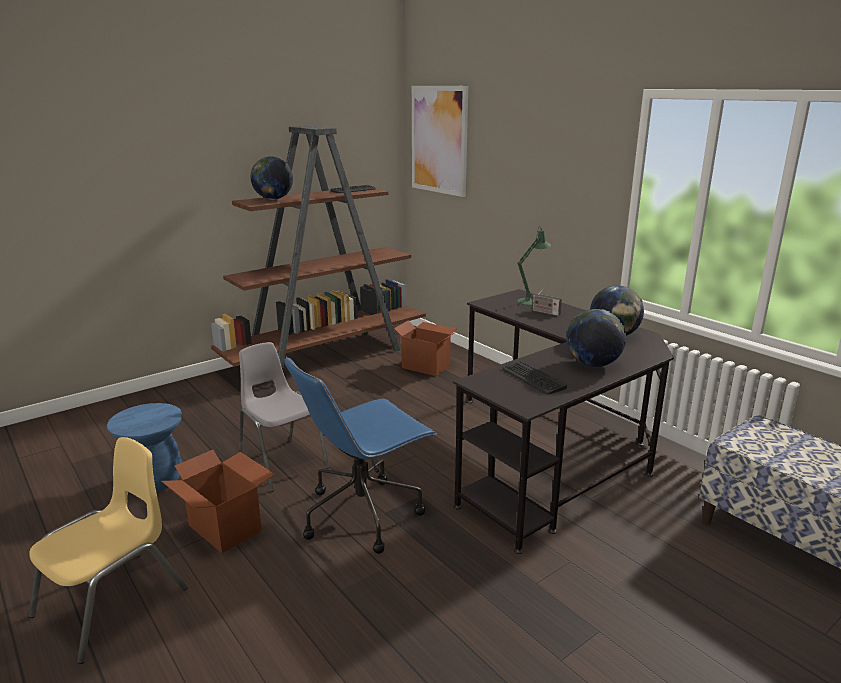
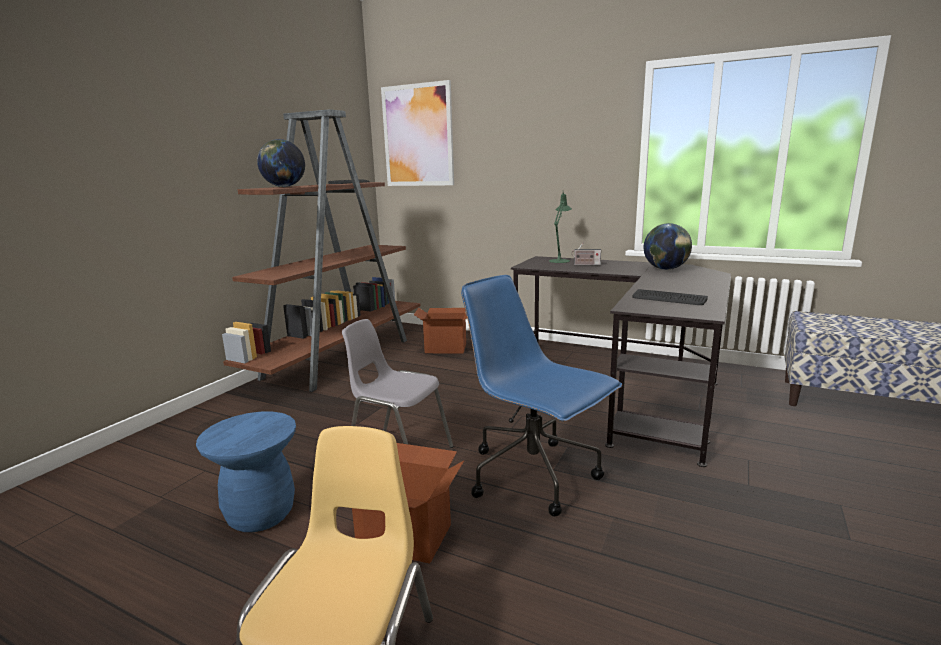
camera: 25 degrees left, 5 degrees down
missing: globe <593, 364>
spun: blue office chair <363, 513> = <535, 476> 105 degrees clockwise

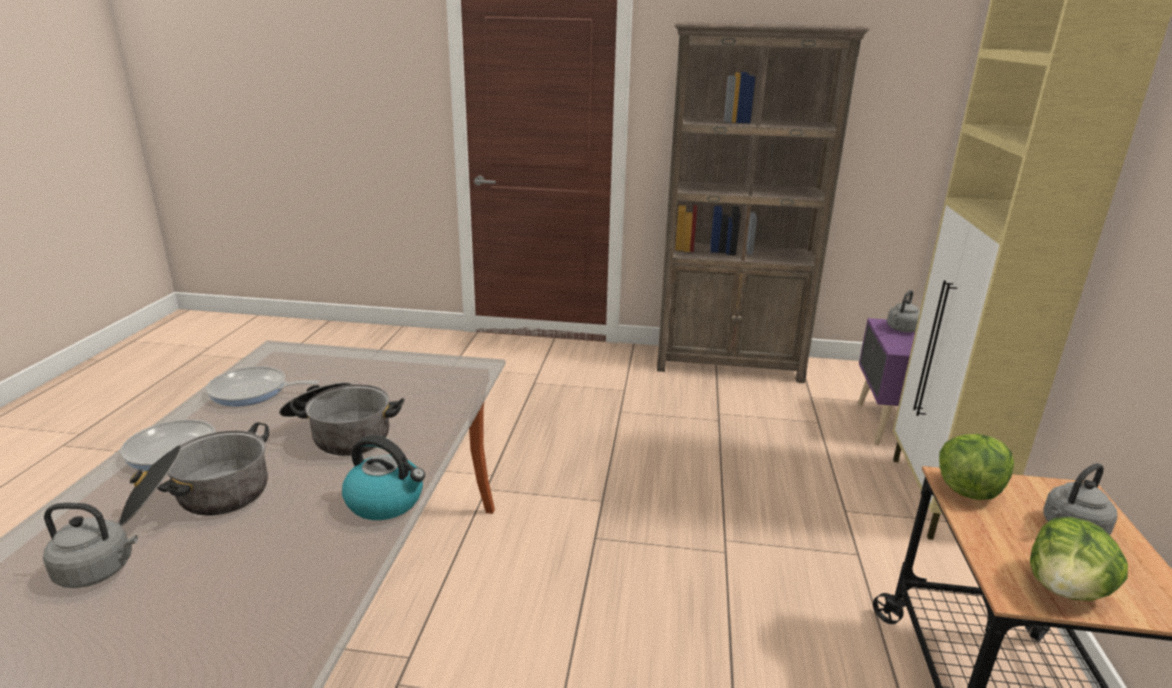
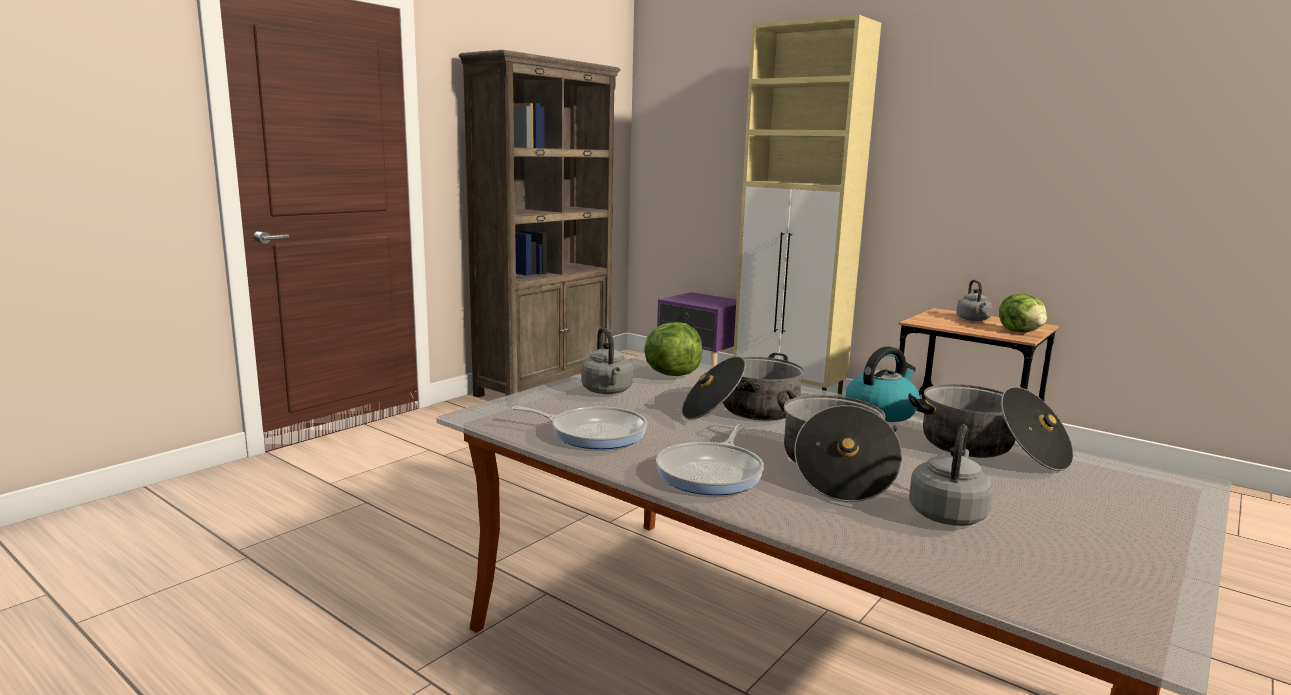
camera: 60 degrees left, 10 degrees down
appeared: cooking pot <989, 449>
relocated: grey kettle <901, 329> to <607, 391>; lettuce <968, 489> to <671, 374>
spun: frying pan <252, 391> = <593, 433> 105 degrees counterclockwise

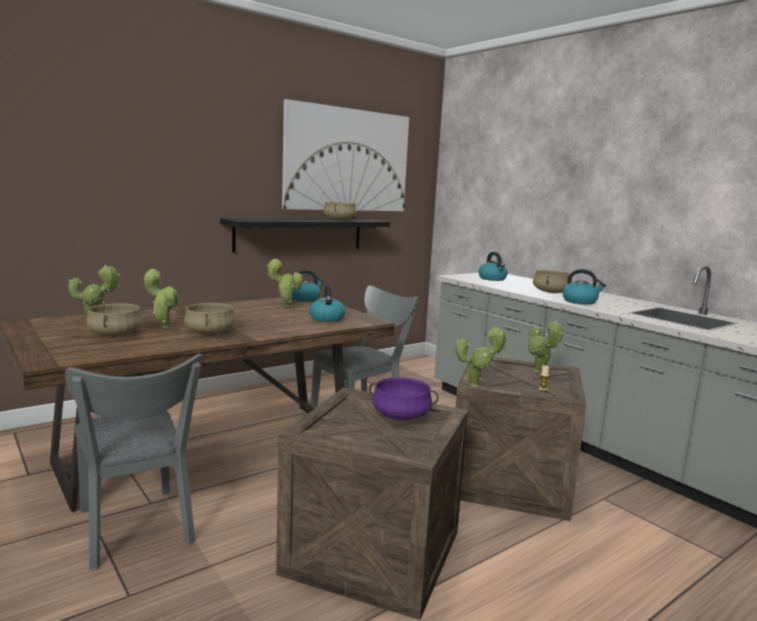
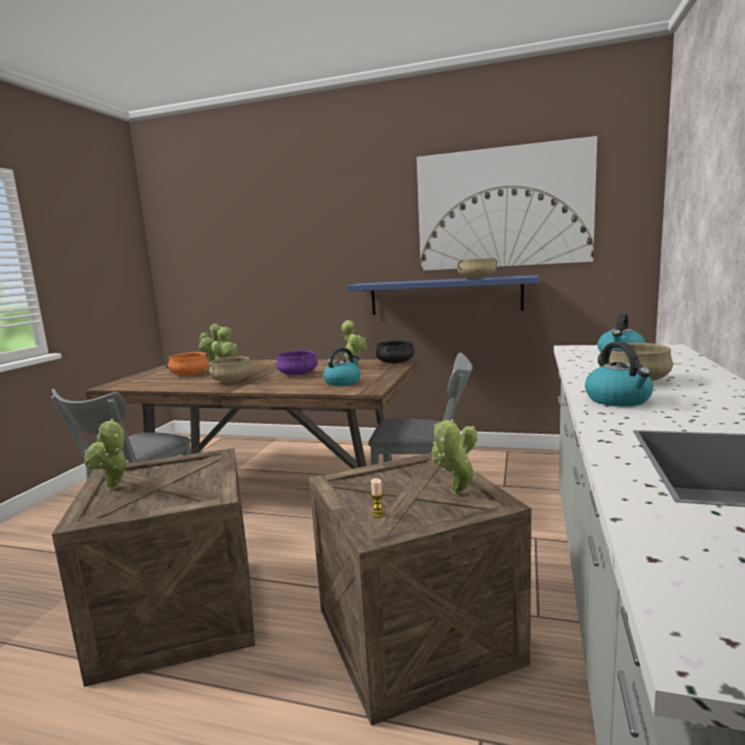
camera: 55 degrees right, 0 degrees up
relocated: potted plant <477, 385> to <114, 488>; purple cooking pot <401, 415> to <298, 374>
exchanged: kettle <305, 299> to black cooking pot <395, 362>
colour: beige cooking pot <115, 334> to orange cooking pot <189, 374>; black shelf <300, 234> to blue shelf <444, 296>

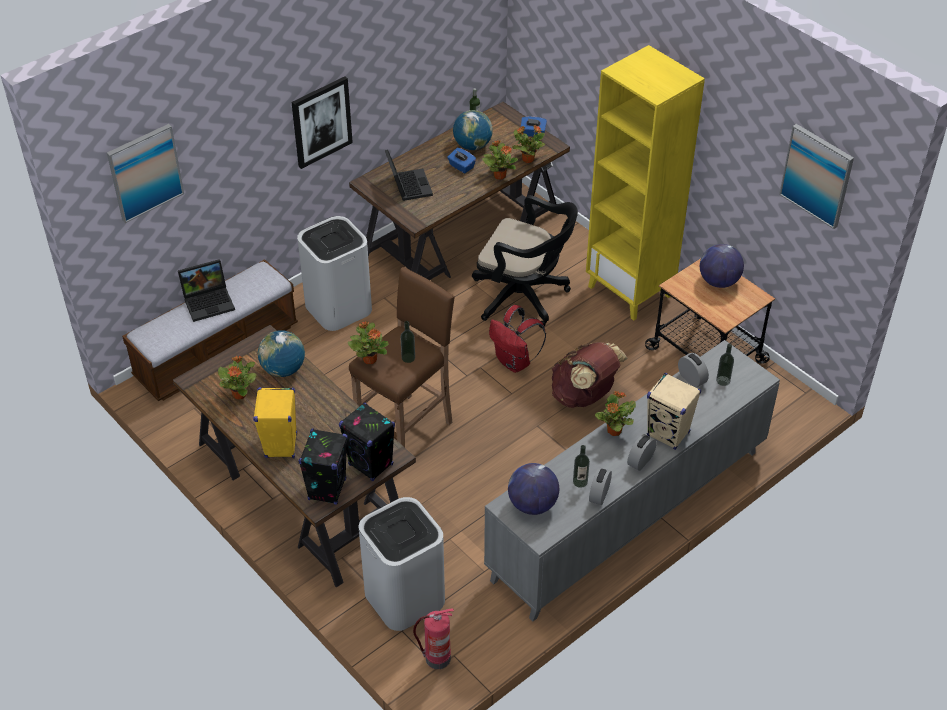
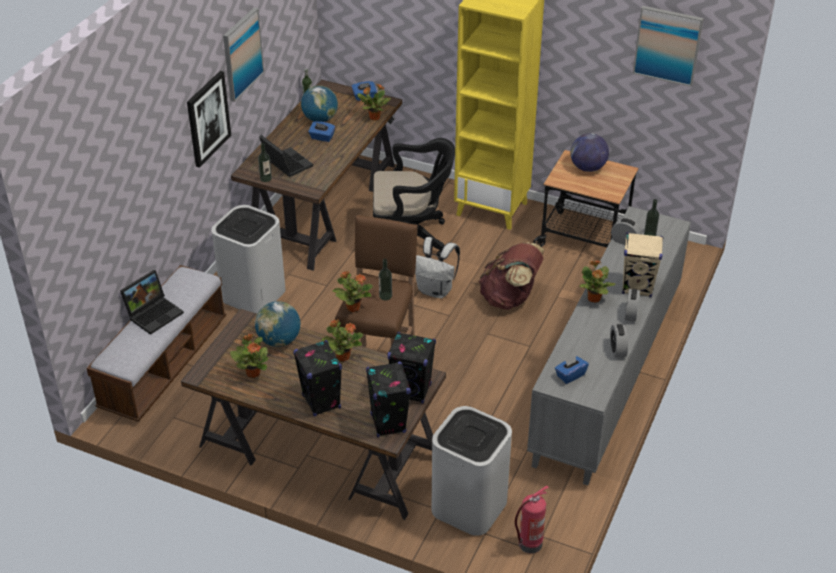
camera: 25 degrees left, 5 degrees down
relocated: picture <145, 172> to <242, 54>; bottle <580, 482> to <266, 178>; potted plant <499, 175> to <342, 356>
exchanged: globe <532, 504> to blue tissue box <570, 375>
colour: yellow speaker <281, 446> to black speaker <321, 402>; red backpack <515, 362> to white backpack <436, 290>

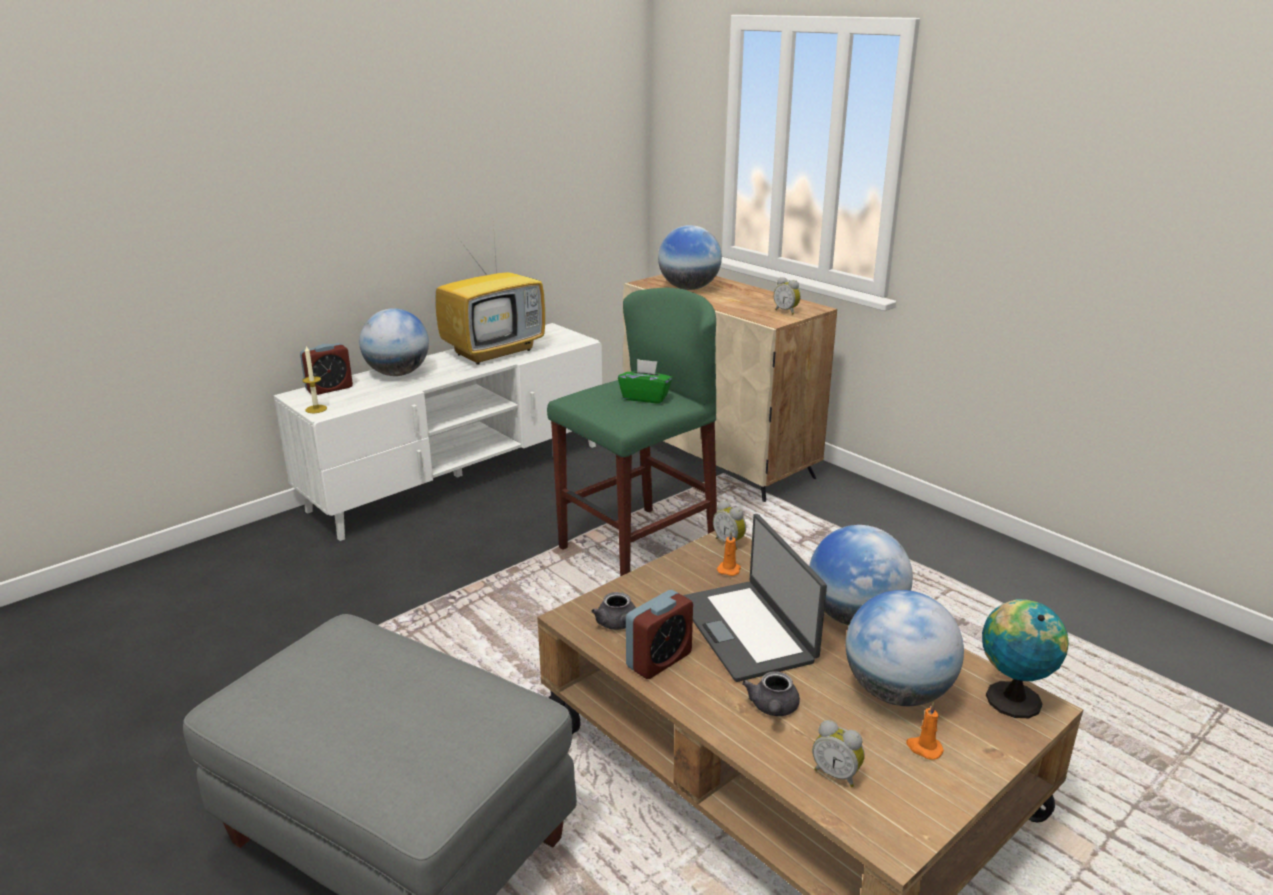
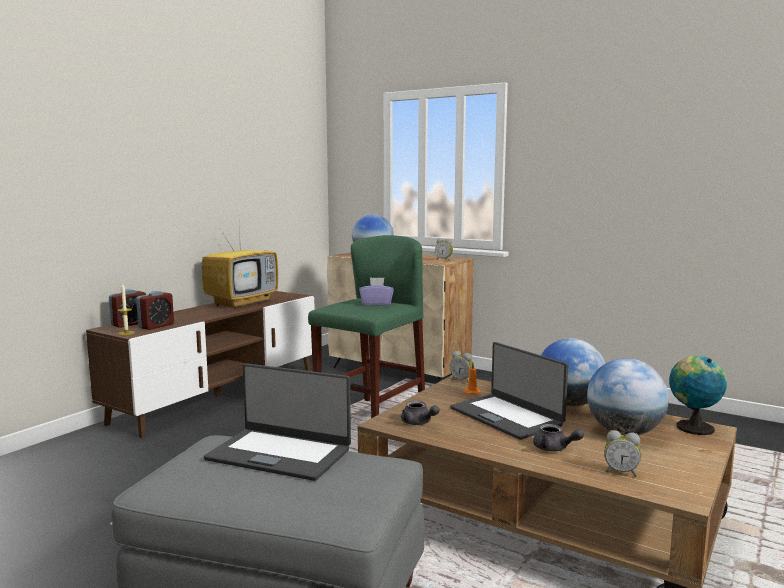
camera: 15 degrees left, 15 degrees down
missing: globe <397, 374>; orange candle <923, 748>
appeared: laptop <280, 453>
relocated: alarm clock <659, 660> to <156, 326>
colour: white tv stand <459, 476> to brown tv stand <219, 396>; green tissue box <645, 397> to purple tissue box <376, 304>
spun: grey teapot <773, 709> = <554, 449> 45 degrees counterclockwise

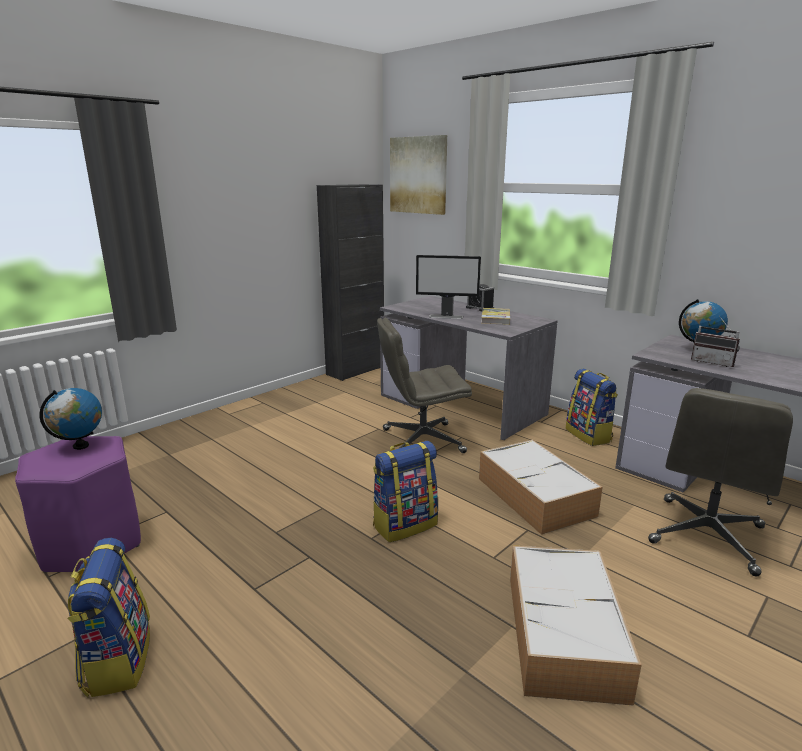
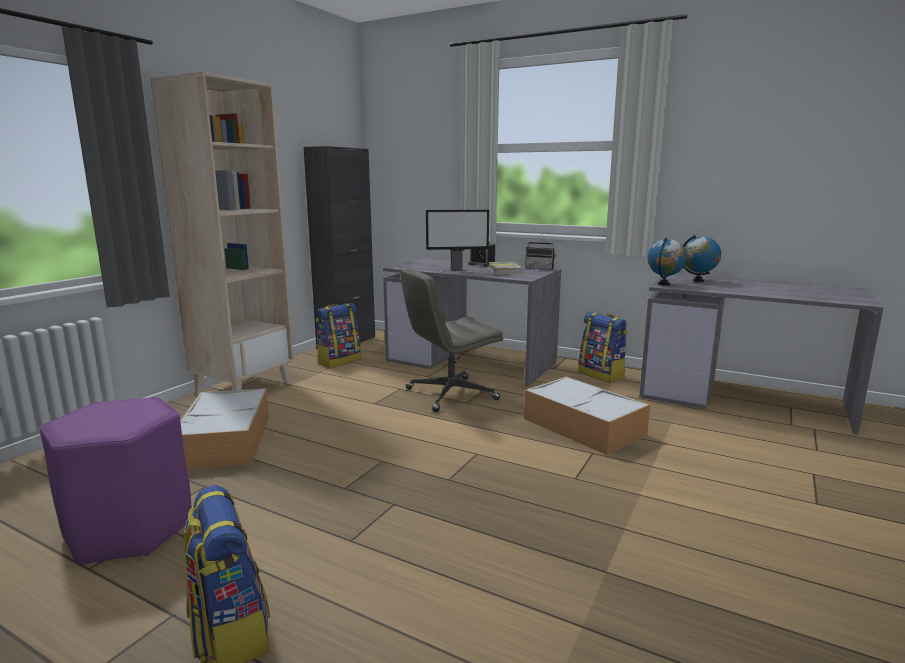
camera: 15 degrees left, 5 degrees down
missing: picture <418, 175>; grey office chair <706, 536>
appeared: beige bookcase <244, 388>
relocated: storage box <564, 636> to <226, 441>; backpack <405, 524> to <339, 361>; radio <713, 362> to <540, 268>; globe <81, 446> to <664, 284>

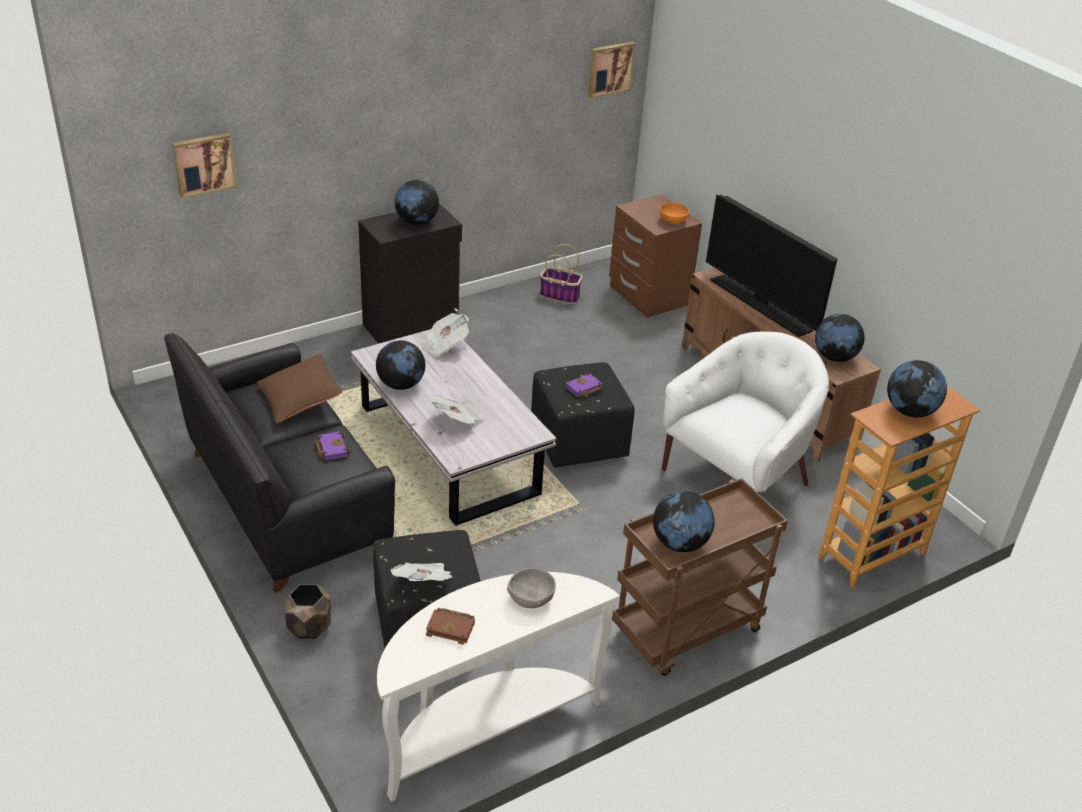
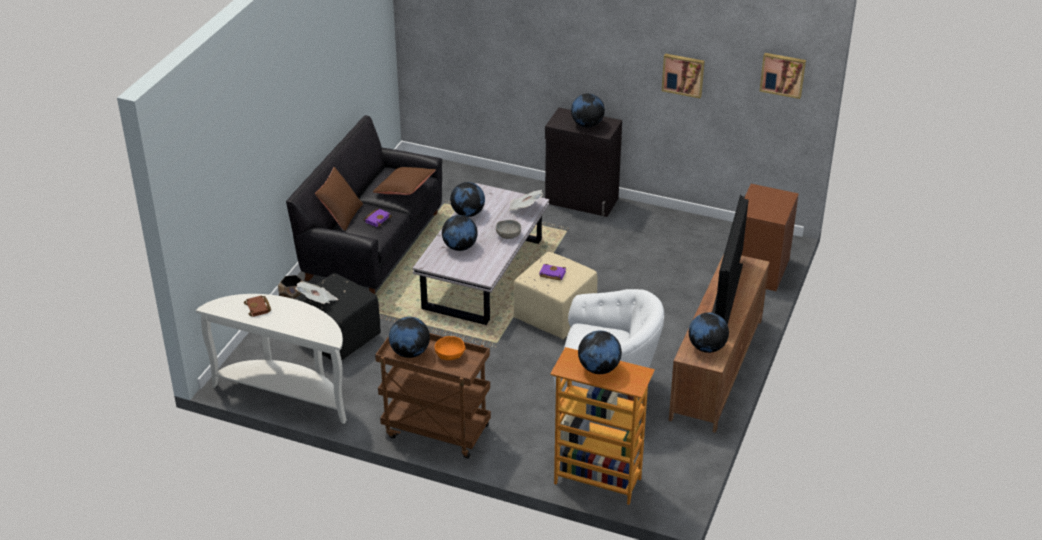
camera: 55 degrees right, 0 degrees up
missing: basket <560, 295>
appeared: brown pillow <341, 215>
relocated: orange bowl <673, 221> to <450, 355>; grey bowl <530, 598> to <508, 235>; picture <204, 164> to <683, 74>
exchanged: newspaper <456, 421> to globe <460, 247>
colour: black ottoman <577, 441> to beige ottoman <555, 315>

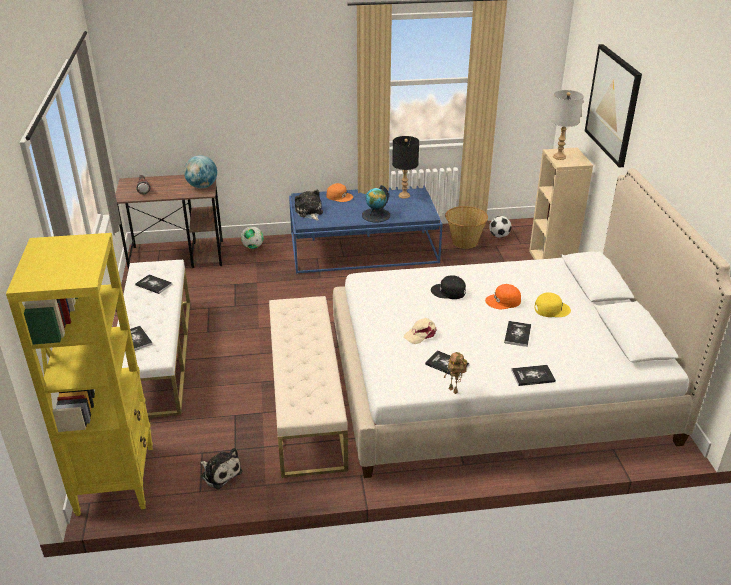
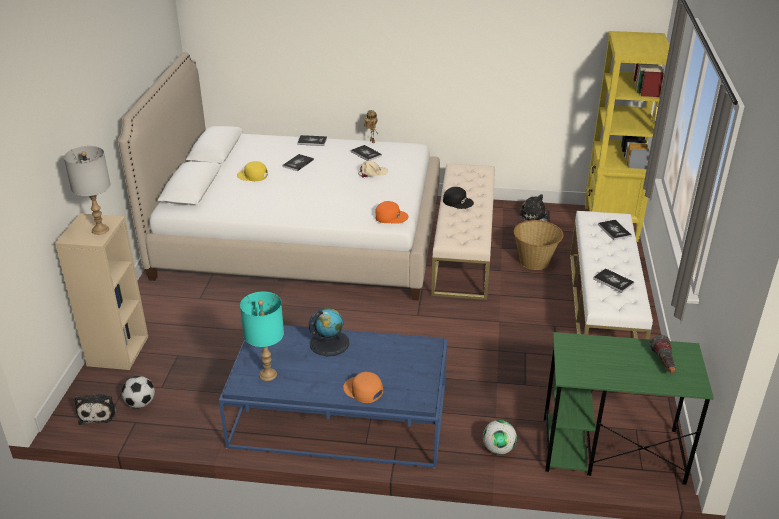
camera: 165 degrees left, 0 degrees up
missing: globe <202, 186>; picture <613, 104>
relocated: plush toy <309, 212> to <98, 412>; orange cap <503, 301> to <391, 216>; black cap <448, 292> to <458, 201>; basket <464, 242> to <535, 261>
colour: black table lamp <404, 195> to turquoise table lamp <267, 375>; brown desk <178, 256> to green desk <610, 450>

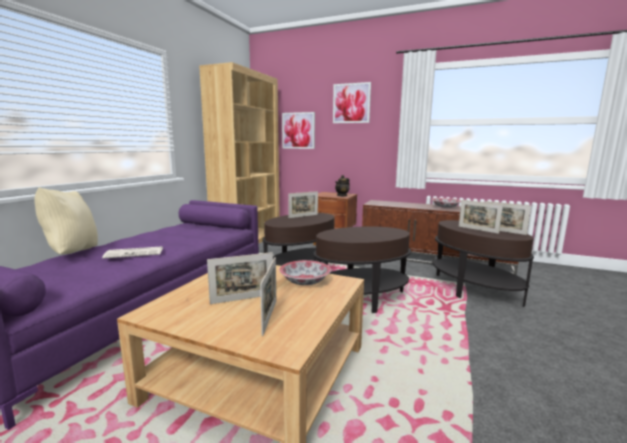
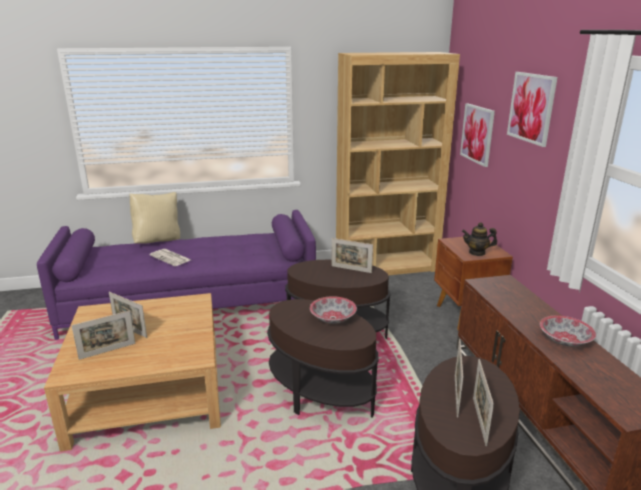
camera: 55 degrees right, 10 degrees up
relocated: bowl <304, 282> to <332, 318>

